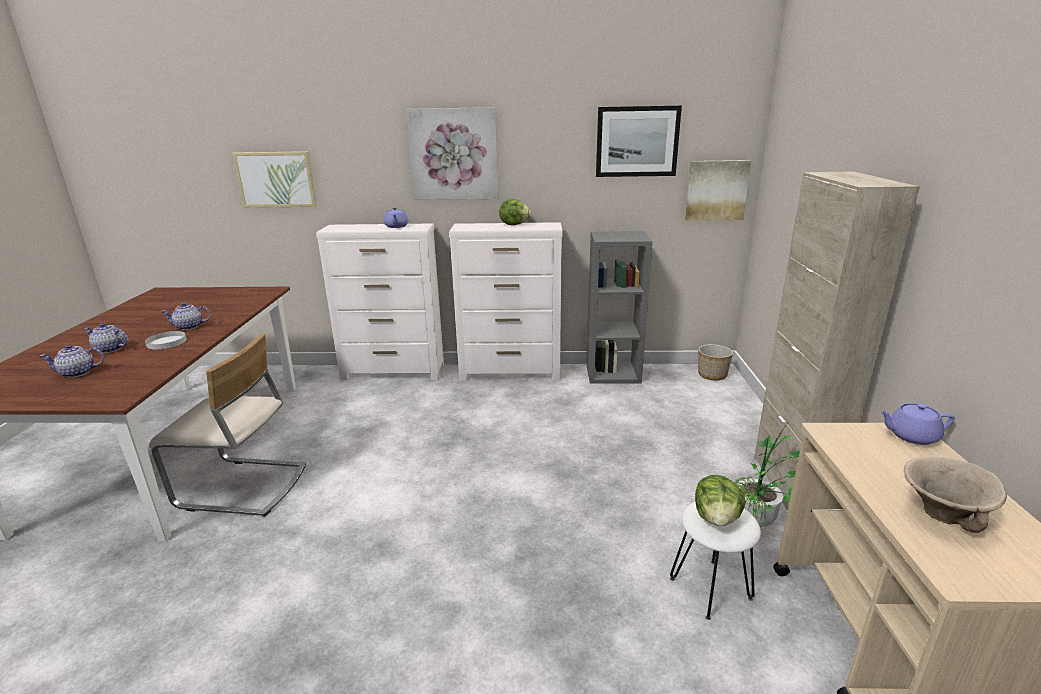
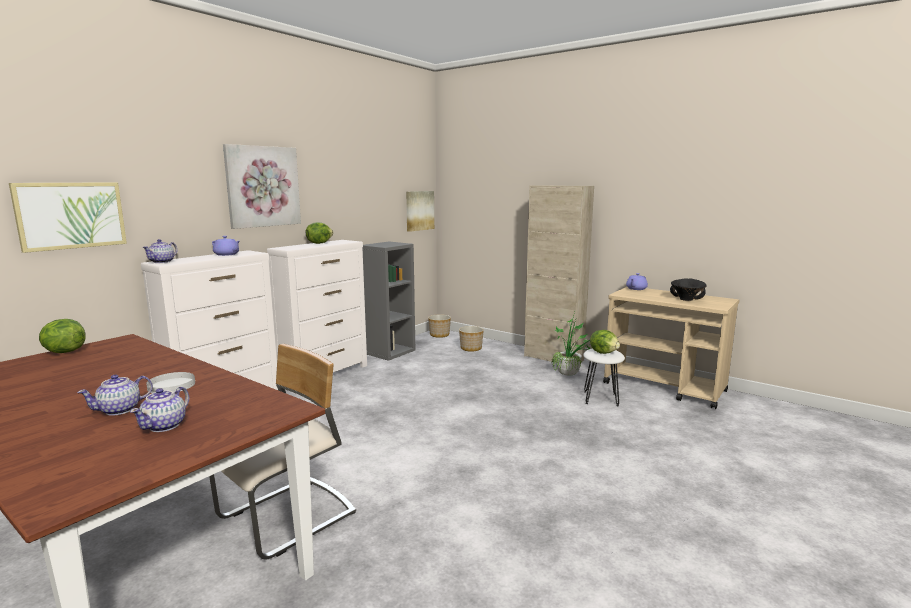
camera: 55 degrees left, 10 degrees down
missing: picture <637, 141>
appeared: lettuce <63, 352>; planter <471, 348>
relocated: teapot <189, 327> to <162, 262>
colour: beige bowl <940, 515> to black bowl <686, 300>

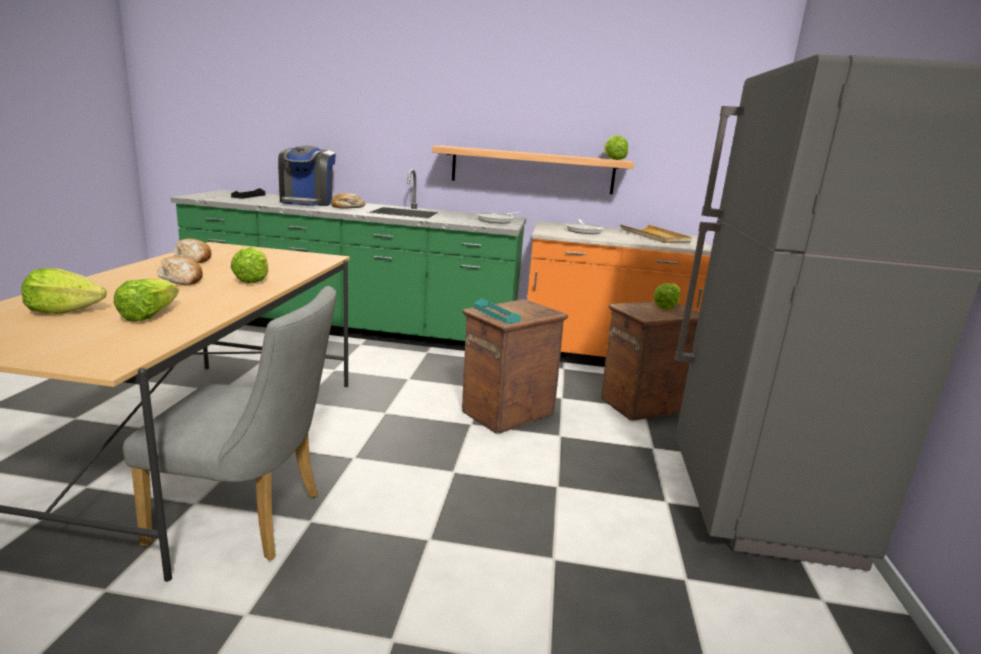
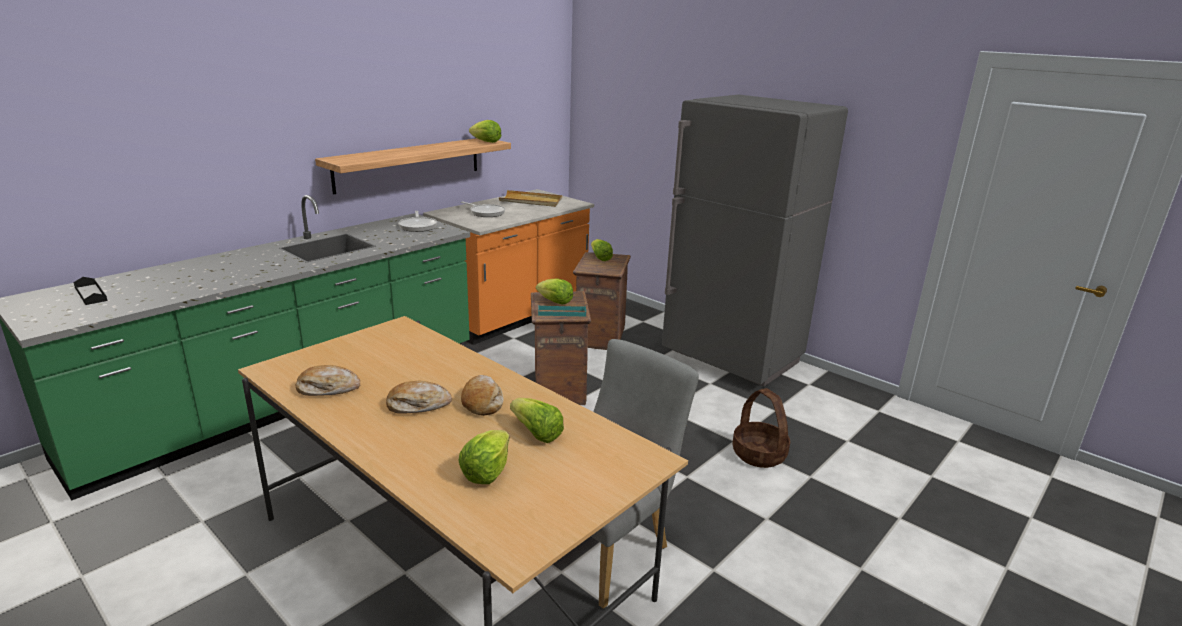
camera: 55 degrees left, 5 degrees up
missing: coffee machine <307, 202>
appeared: basket <759, 454>
relocated: bread <347, 207> to <482, 402>; lettuce <253, 280> to <555, 302>

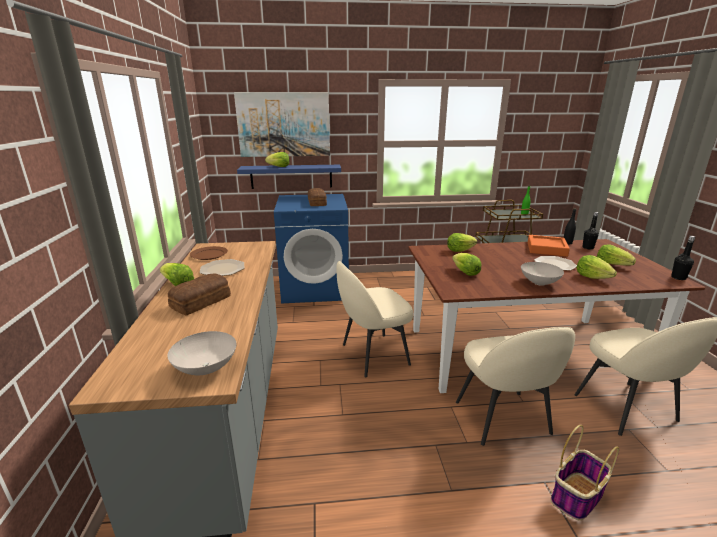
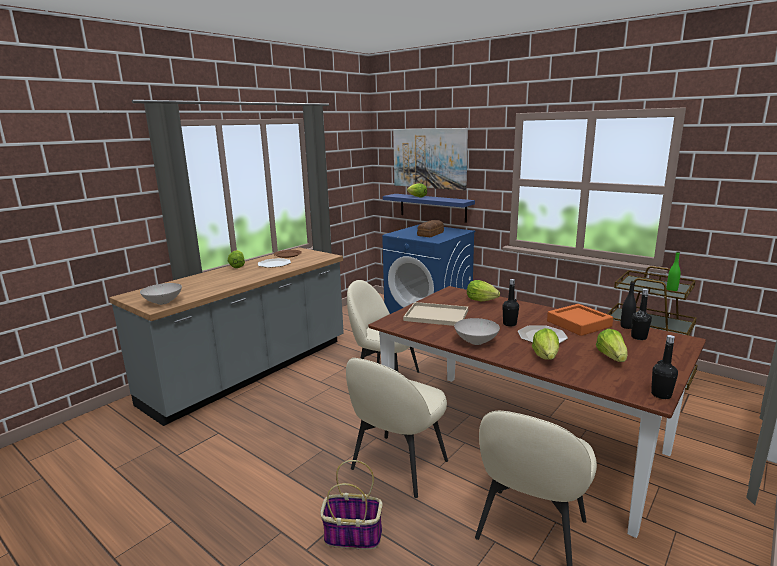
camera: 45 degrees right, 5 degrees down
missing: bread <202, 302>
appeared: black bottle <509, 324>
exchanged: lettuce <465, 273> to beige tray <435, 315>

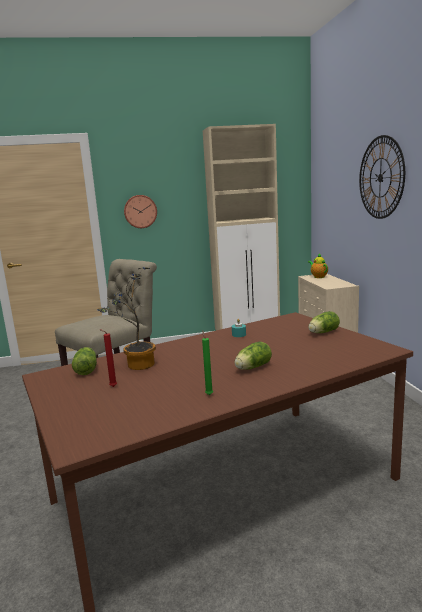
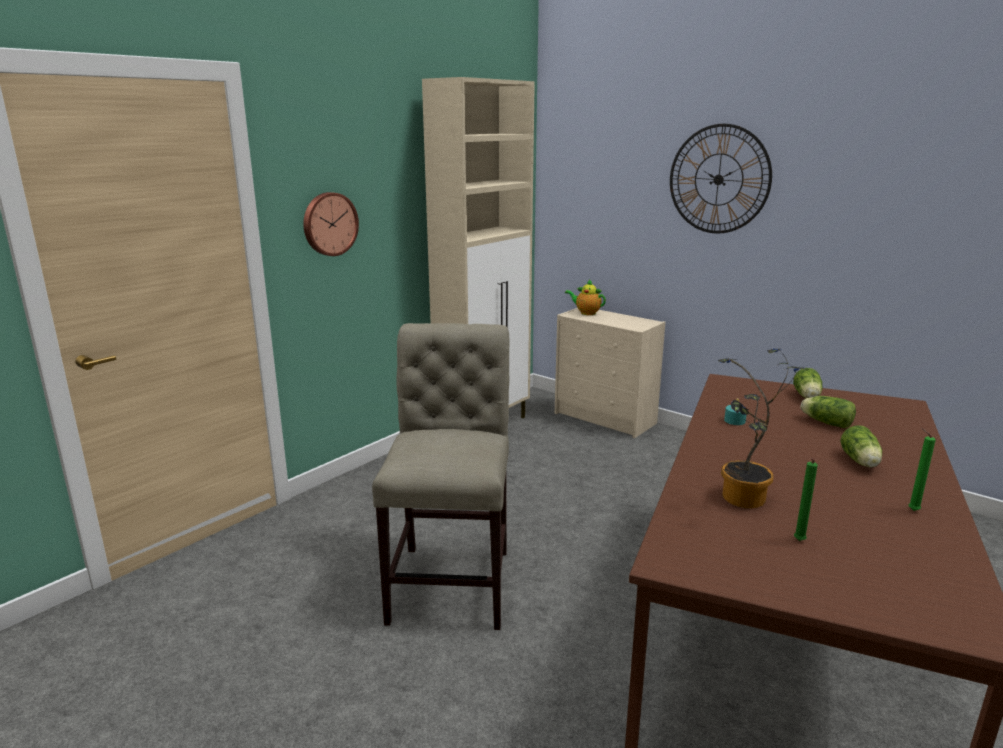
camera: 40 degrees left, 5 degrees up
relocated: lettuce <86, 369> to <825, 422>
colour: red candle <112, 387> to green candle <798, 541>

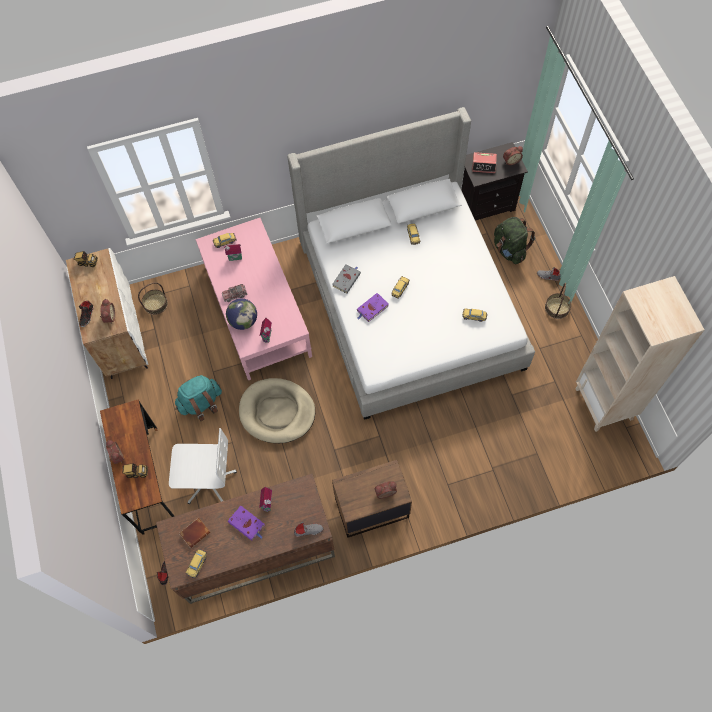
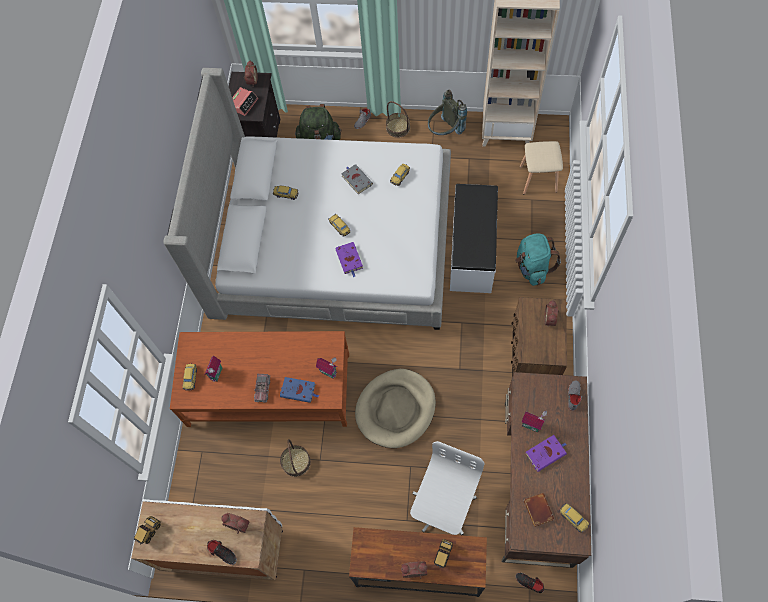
camera: 65 degrees left, 0 degrees up
appeared: grey backpack <445, 132>; white bench <471, 251>; beige stool <538, 179>
relocated: basket <155, 304> to <296, 462>; grey book <346, 279> to <356, 180>; turquoise backpack <201, 403> to <532, 267>
exchanged: globe <243, 321> to blue book <299, 390>
colour: pink coffee table <257, 311> to brown coffee table <269, 389>

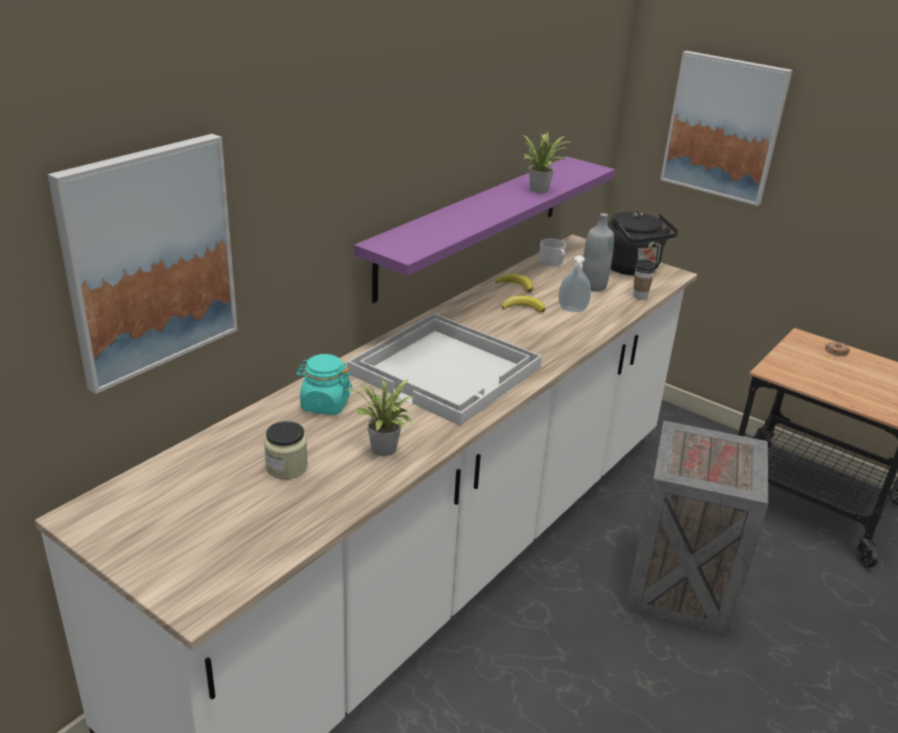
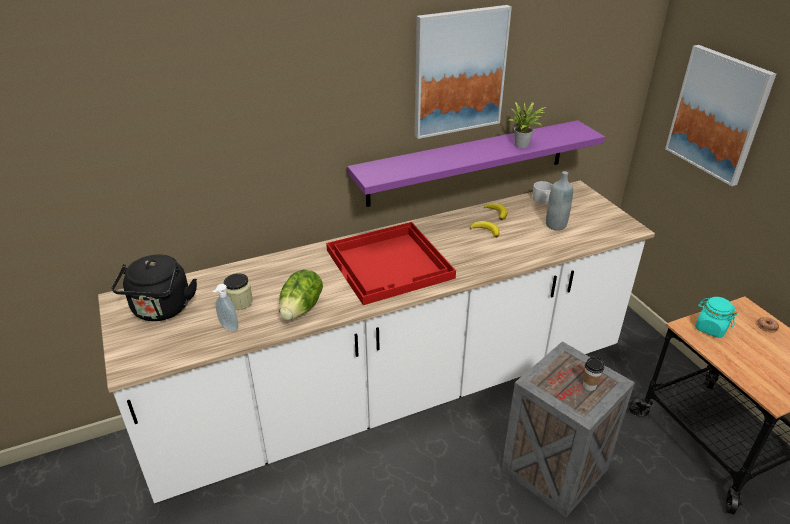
camera: 30 degrees right, 5 degrees up
relocated: black kettle <632, 269> to <161, 310>; soap dispenser <572, 311> to <228, 328>; picture <149, 260> to <459, 72>; cup <640, 296> to <589, 386>; turquoise jar <324, 405> to <710, 328>
exchanged: potted plant <384, 451> to lettuce <302, 308>
colour: white tray <447, 370> to red tray <390, 264>

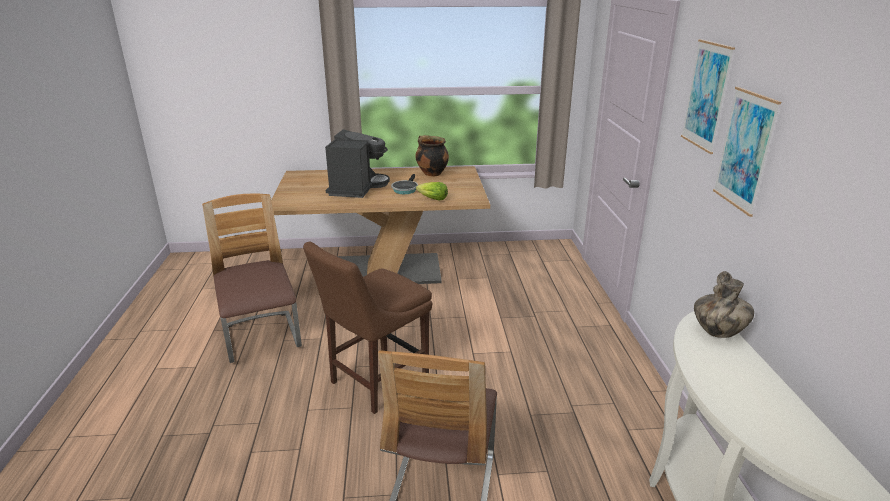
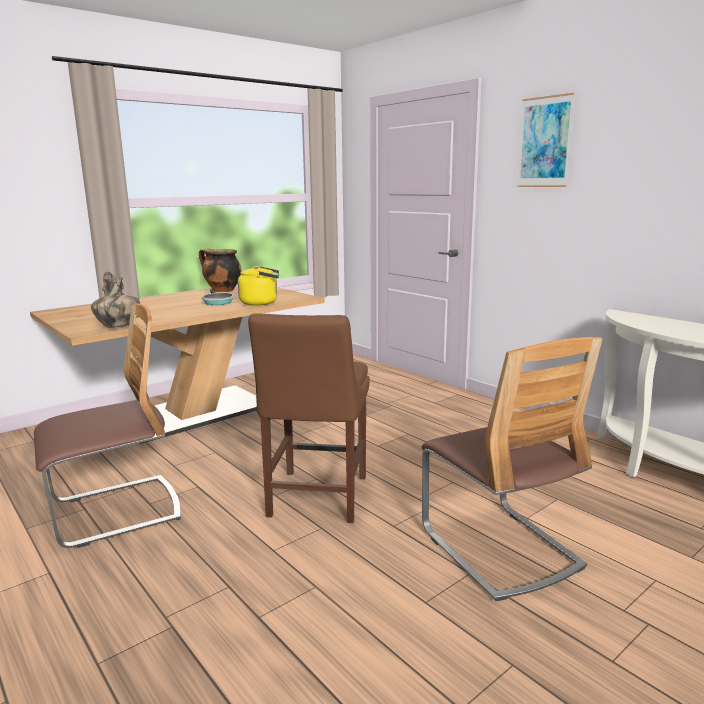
camera: 35 degrees left, 10 degrees down
missing: coffee machine <357, 187>; picture <745, 150>
relocated: vase <718, 332> to <118, 326>
exchanged: lettuce <432, 199> to yellow kettle <261, 303>
spun: chair <261, 338> = <115, 512> 120 degrees clockwise

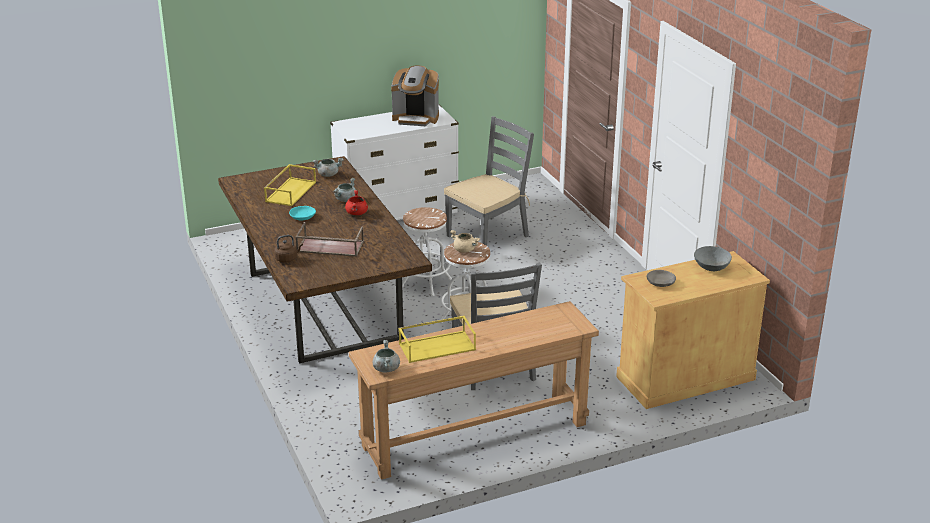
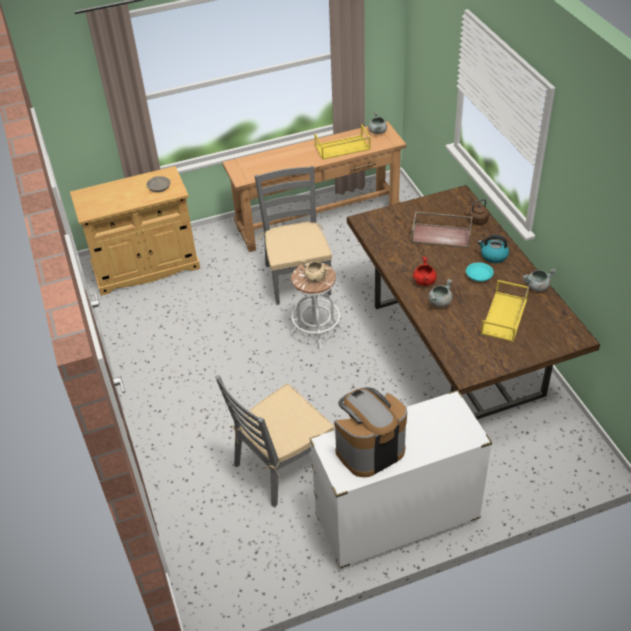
camera: 175 degrees left, 15 degrees up
missing: white stool <426, 283>; grey bowl <711, 267>
appeared: kettle <493, 256>
relocated: grey cooking pot <328, 174> to <537, 287>
spun: coffee machine <416, 118> = <369, 449> 45 degrees counterclockwise

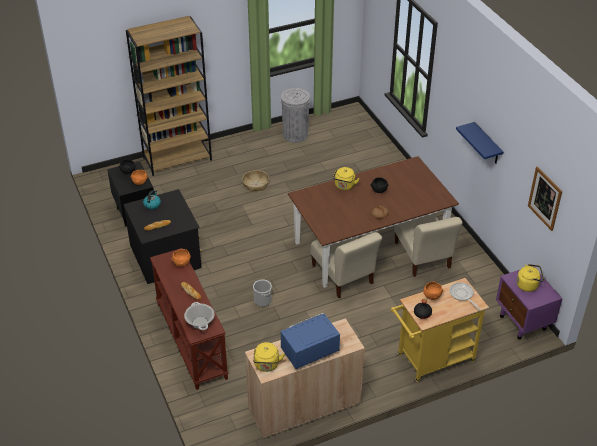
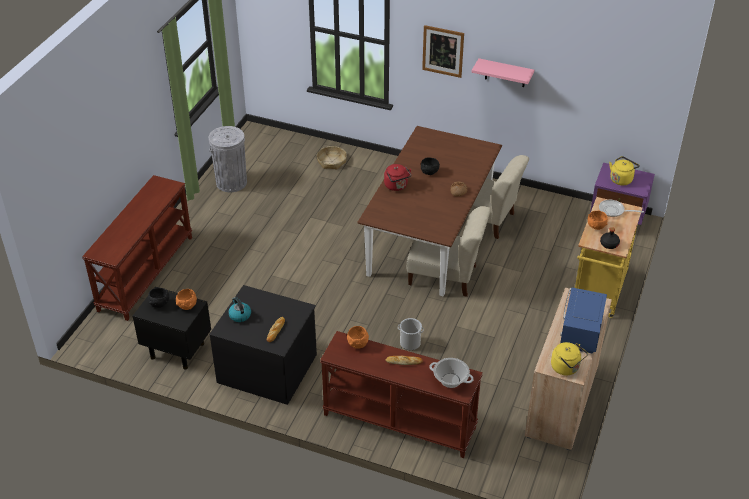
camera: 45 degrees left, 0 degrees up
relocated: basket <256, 184> to <331, 161>; picture <545, 198> to <443, 51>
exchanged: brown bookcase <177, 158> to brown console table <145, 273>
colour: yellow kettle <344, 186> to red kettle <397, 186>; blue shelf <487, 144> to pink shelf <505, 73>

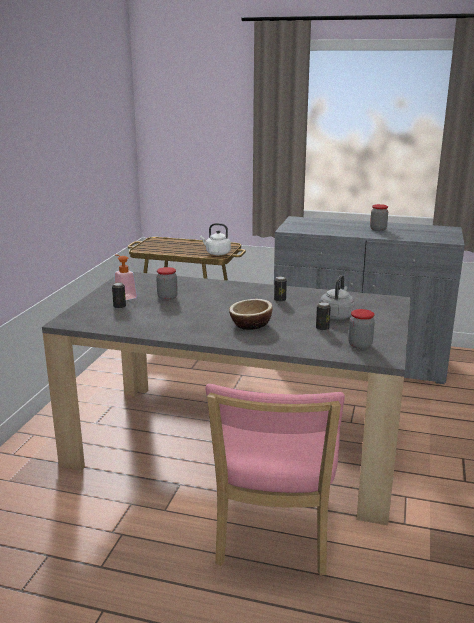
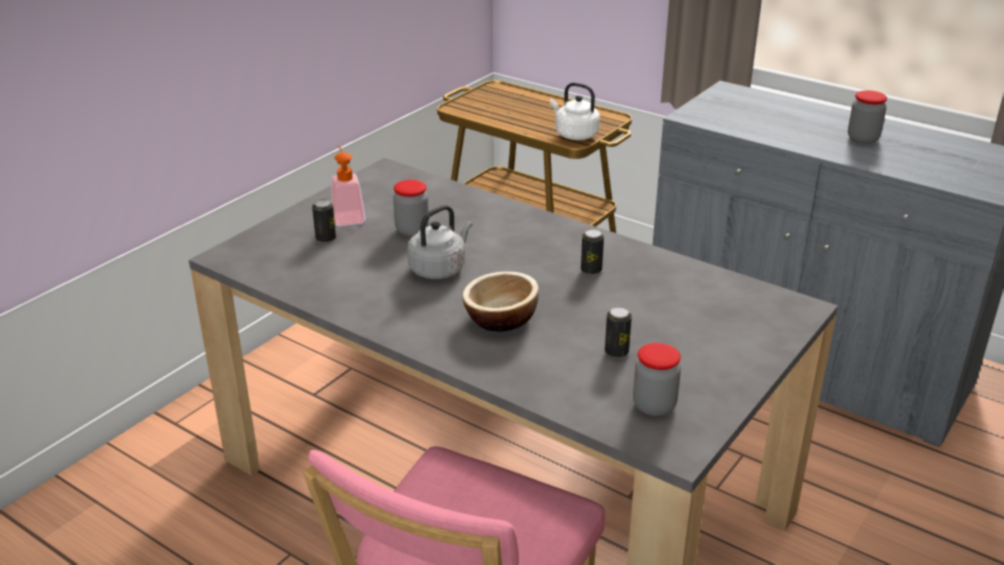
camera: 20 degrees right, 10 degrees up
relocated: grey kettle <336, 315> to <439, 269>

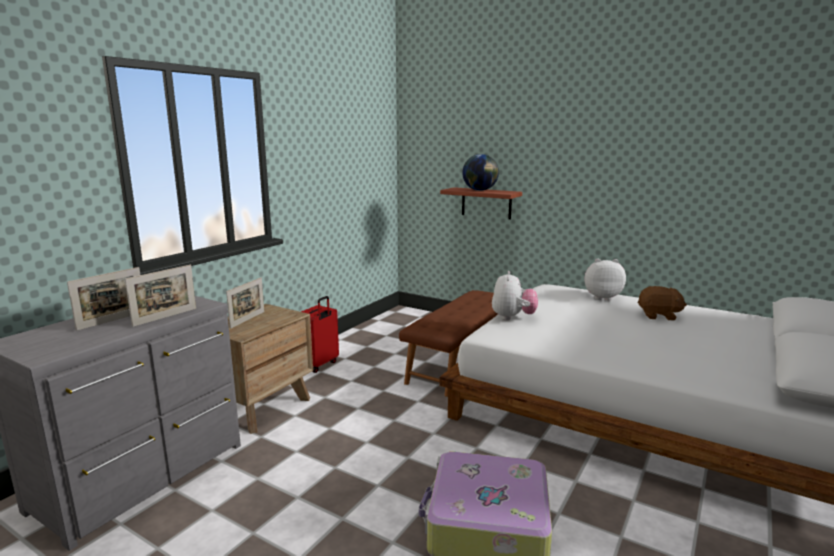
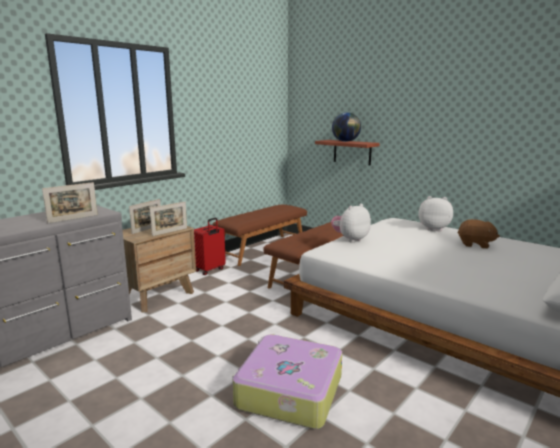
camera: 10 degrees right, 0 degrees up
appeared: brown bench <262, 249>
relocated: picture frame <112, 320> to <170, 232>
spun: plush toy <513, 318> = <350, 239> 150 degrees counterclockwise

